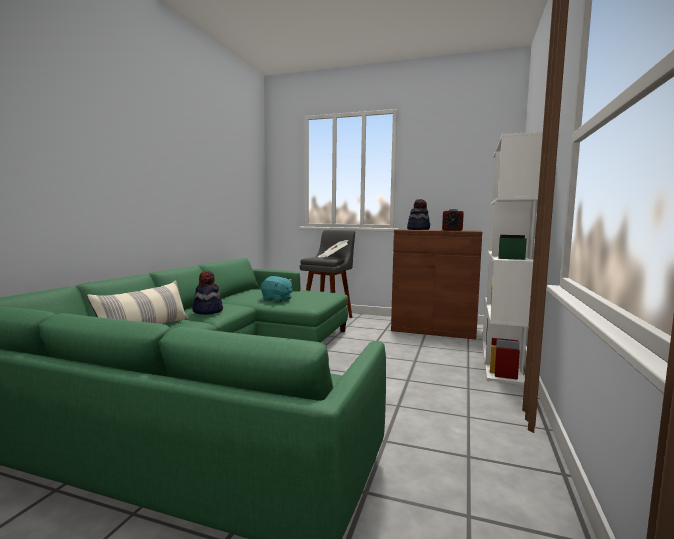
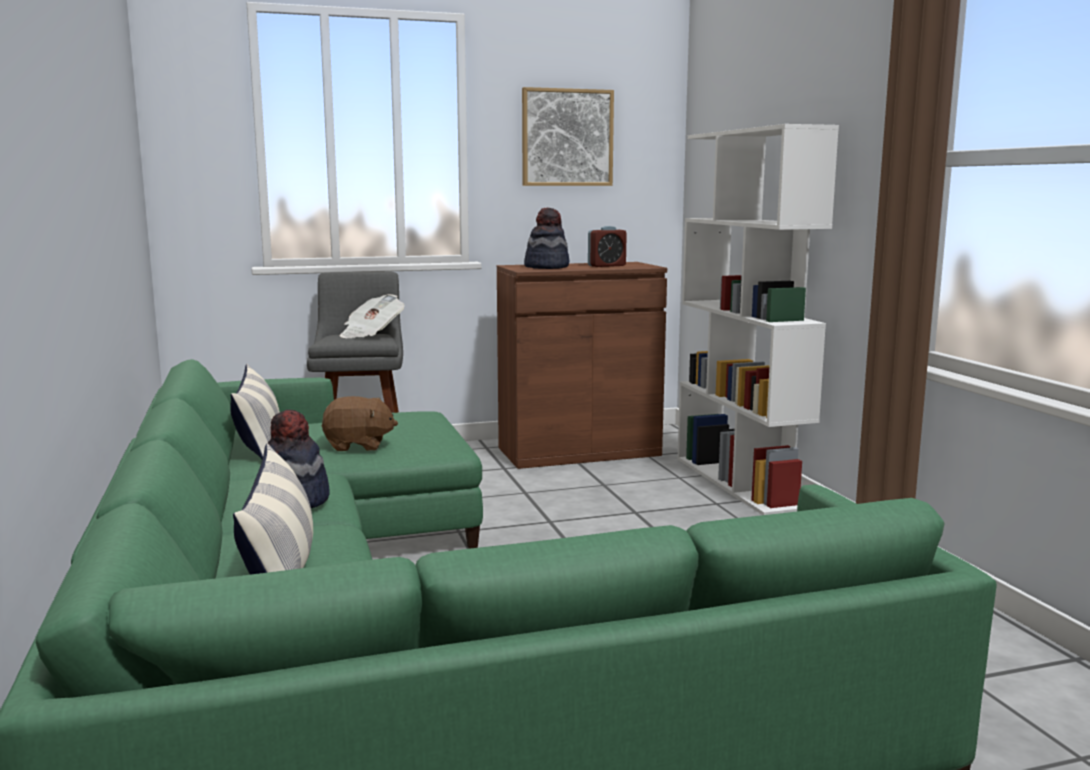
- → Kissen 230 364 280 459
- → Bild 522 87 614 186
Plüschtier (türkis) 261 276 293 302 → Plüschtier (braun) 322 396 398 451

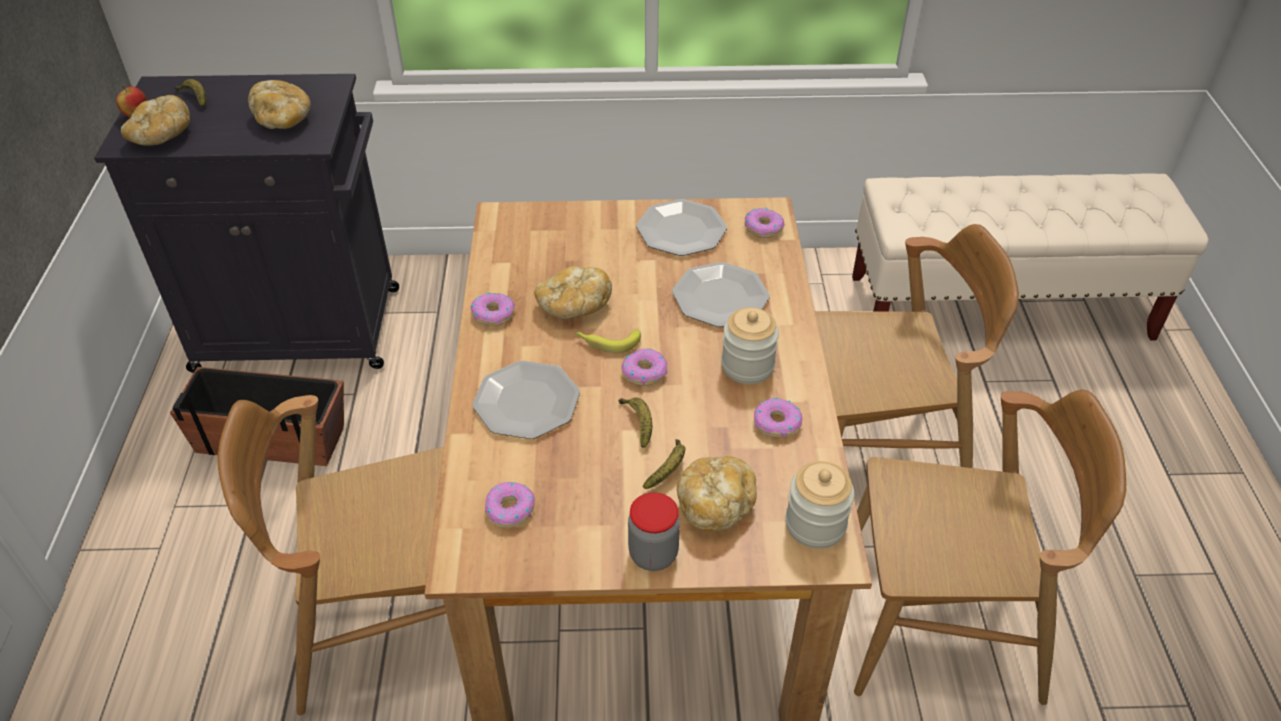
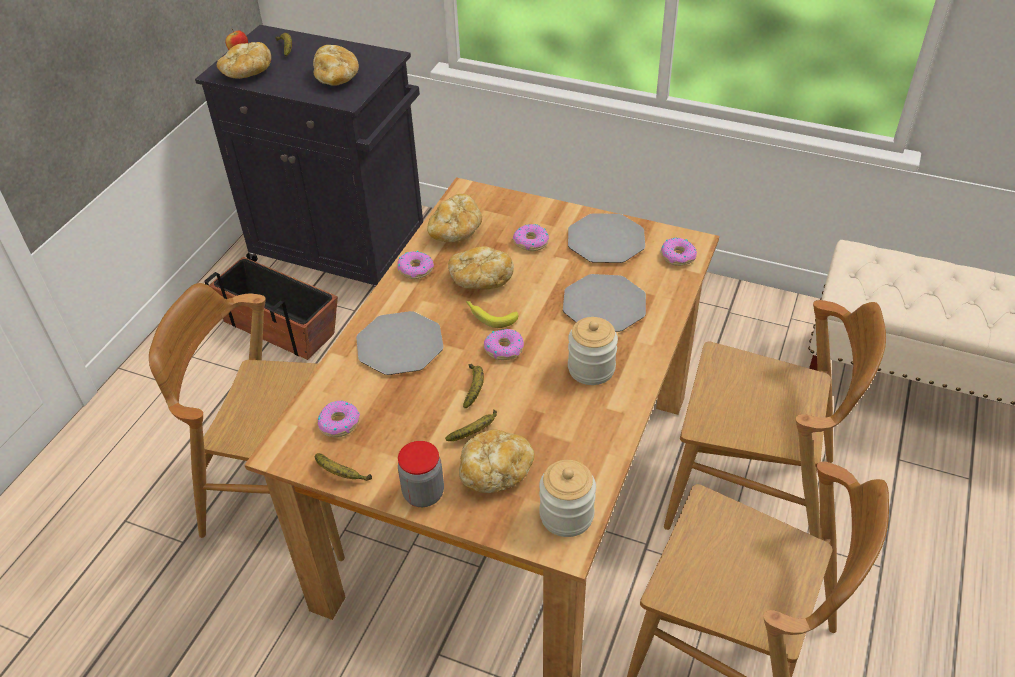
- → Banane 315 453 372 481
- → Brot 427 194 482 243
Donut 754 398 803 438 → Donut 513 224 549 251, relocated

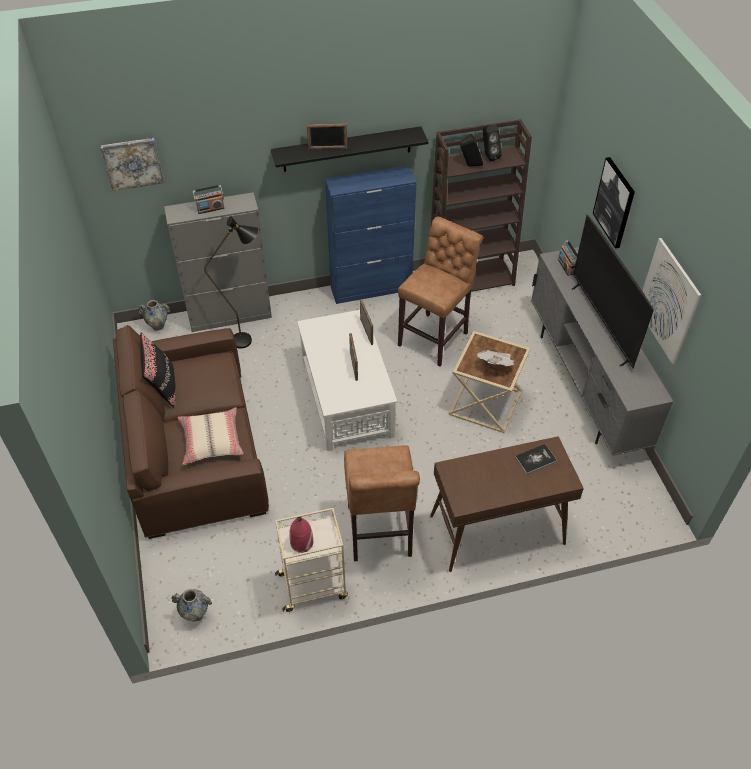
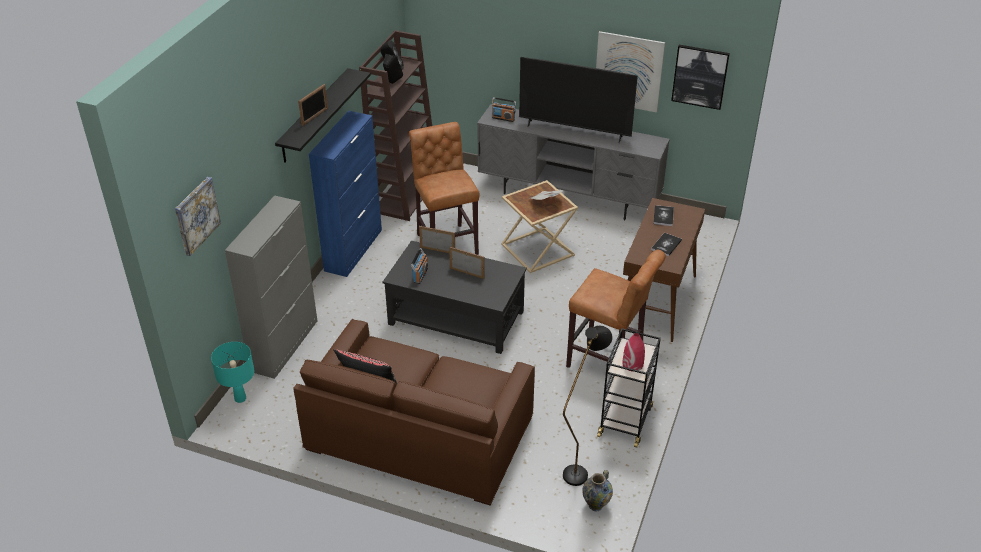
Kissen (beige) 178 407 244 465 → -
- → Buch 651 233 682 256
Radio 193 185 225 214 → Radio 411 248 428 284, relocated
Stehlampe (schwarz) 204 216 259 349 → Stehlampe (schwarz) 563 326 613 486, relocated
Bild 593 157 635 249 → Bild 671 45 730 110, relocated
Vase 138 300 170 331 → Tischlampe (türkis) 211 342 254 403
Rollwagen (beige) 275 508 348 612 → Rollwagen (schwarz) 597 328 661 447
Couchtisch (weiß) 297 310 397 451 → Couchtisch (schwarz) 383 240 527 354

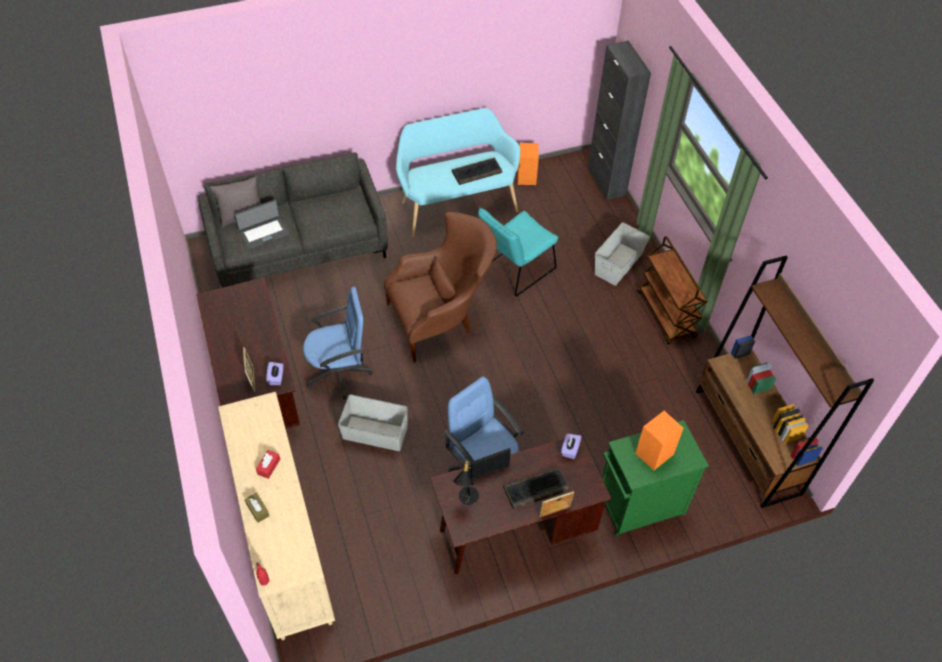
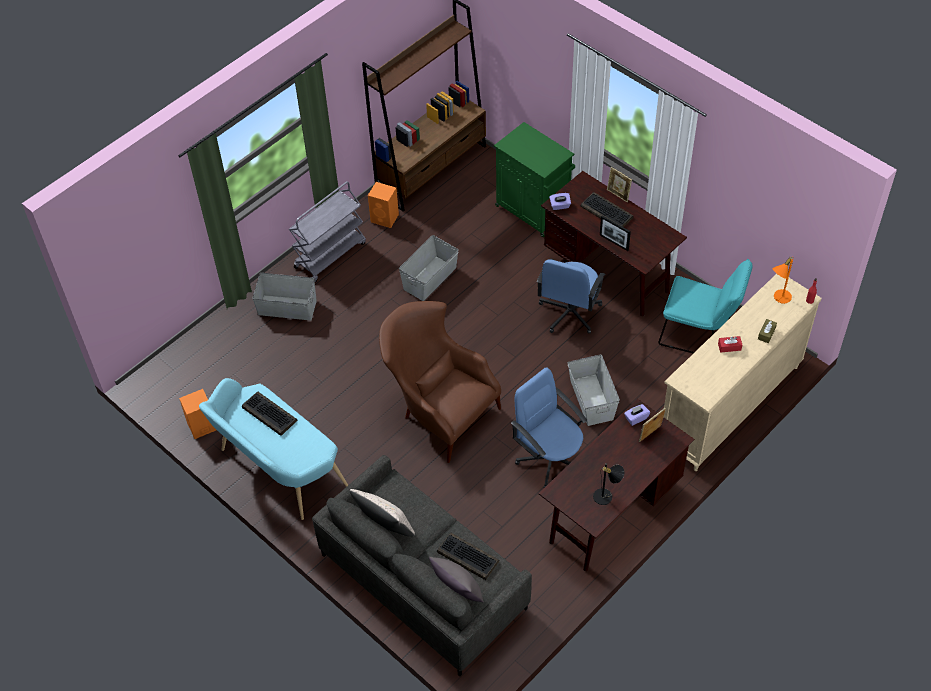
Schrank (schwarz) 588 40 651 200 → -
- → Kissen (beige) 350 489 415 537
- → Aufbewahrungsbox (grau) 399 235 459 301
- → Tischlampe (orange) 772 256 794 304
Tischlampe (schwarz) 453 460 479 505 → Tischlampe (schwarz) 593 463 624 505, relocated
Stuhl (türkis) 478 208 559 296 → Stuhl (türkis) 658 259 753 353, relocated
Lautsprecher (orange) 635 411 684 471 → Lautsprecher (orange) 368 182 399 228, relocated
Laptop 234 199 290 250 → Tastatur 437 532 499 580
Rollwagen (braun) 637 236 707 345 → Rollwagen (grau) 289 181 366 282

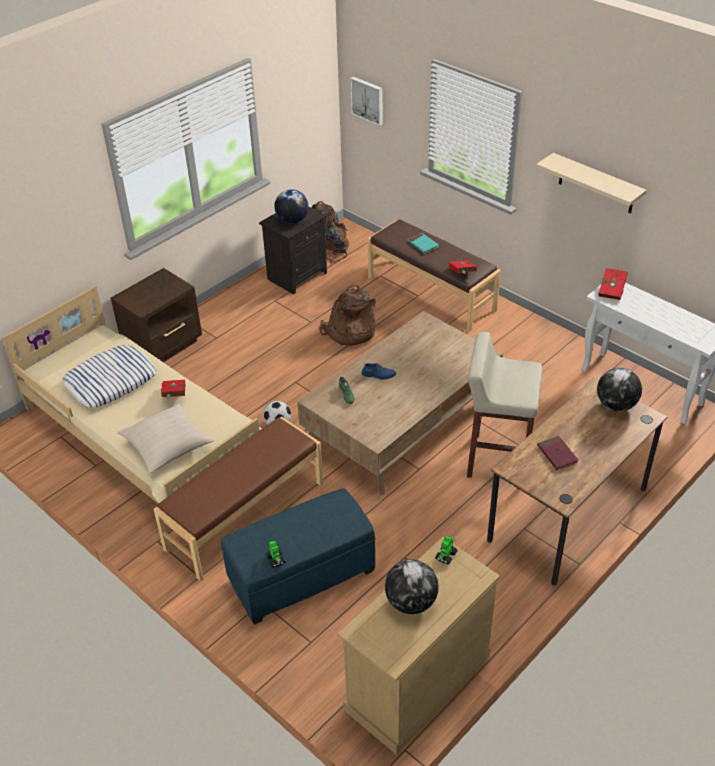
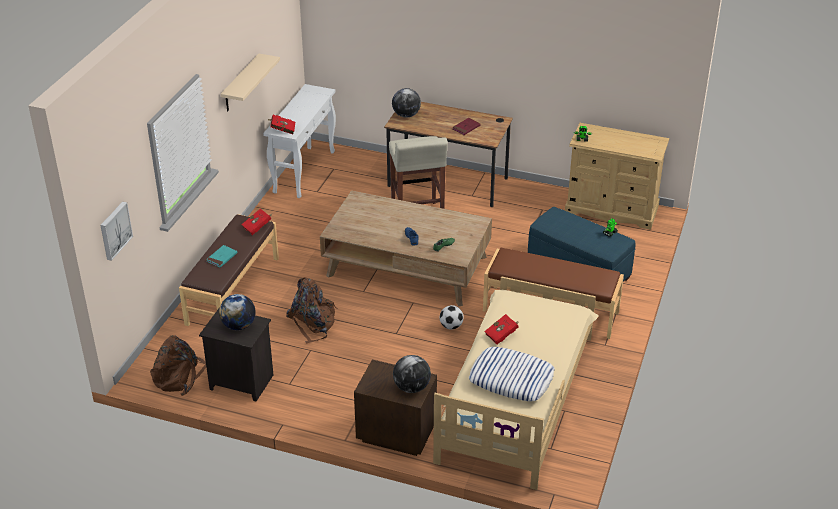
Kissen (beige) 118 403 214 473 → -
Globus 385 559 439 614 → Globus 393 355 431 393, relocated

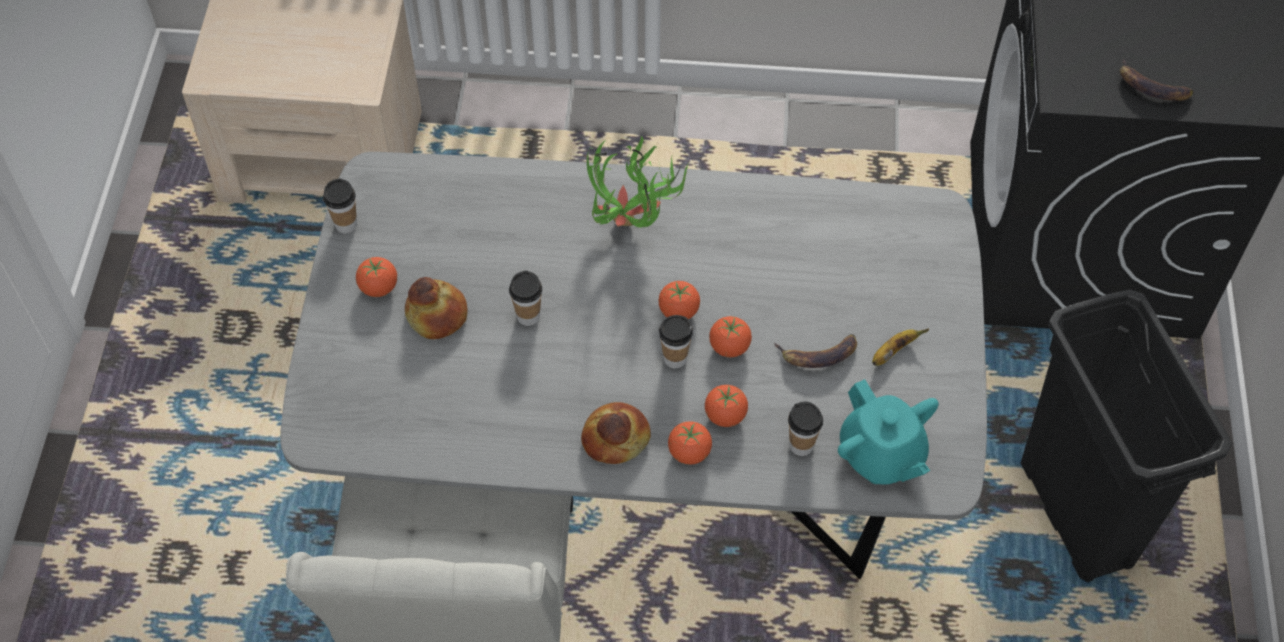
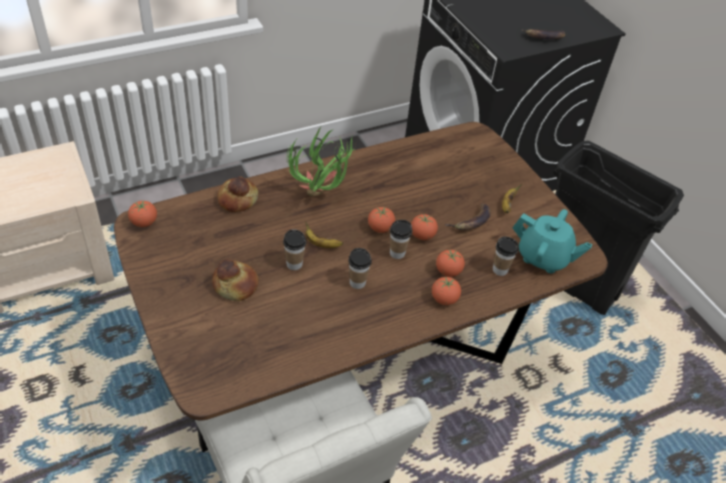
- → Banane 305 221 343 248
Tasse 323 178 357 233 → Tasse 348 248 372 289, relocated
Tomate 356 257 397 297 → Tomate 128 201 157 227, relocated
Brot 581 402 651 464 → Brot 217 177 258 212, relocated
Esstisch (grau) 280 152 987 579 → Esstisch (braun) 114 122 608 421

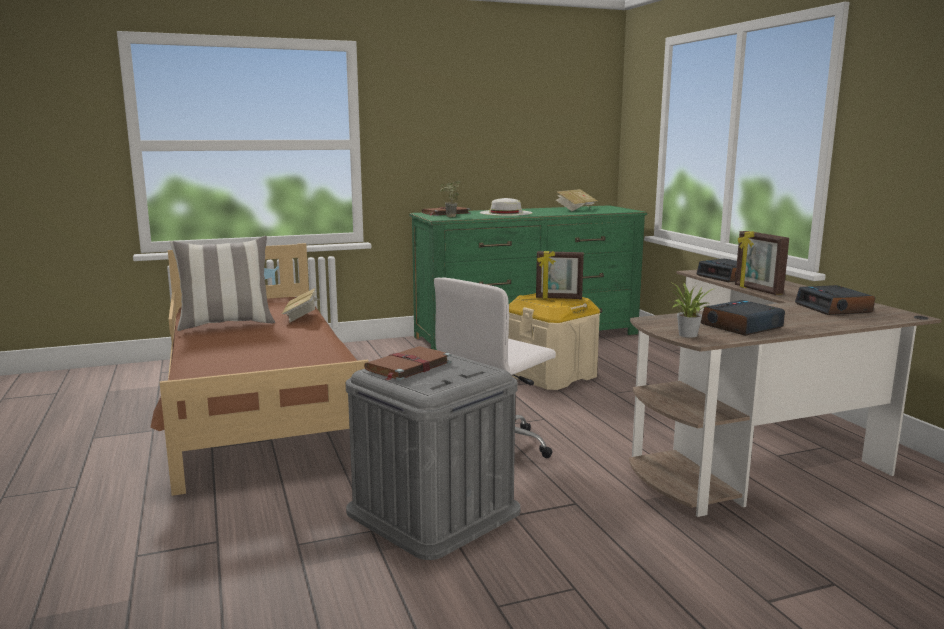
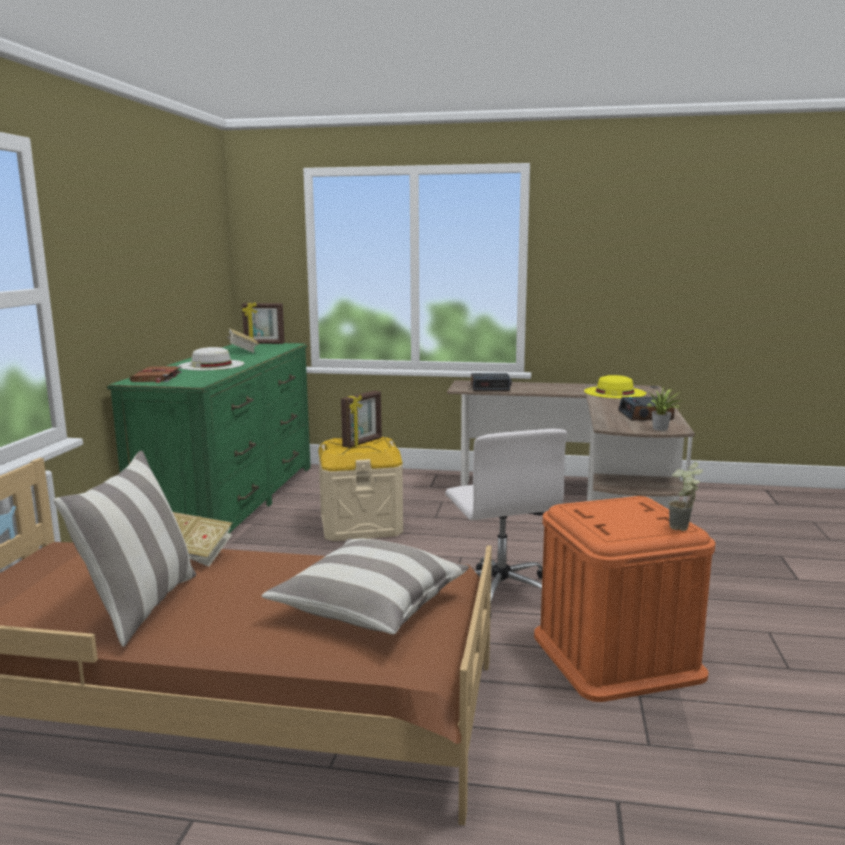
Buch (braun) 364 346 451 381 → -
- → Kissen 261 539 469 635
Topfpflanze 439 180 460 217 → Topfpflanze 668 462 703 531, relocated
Bilderrahmen 735 231 789 295 → Bilderrahmen 242 302 285 344, relocated
Wecker 795 285 875 315 → Hut (gelb) 584 375 646 398
Aufbewahrungsbox (grau) 346 351 520 560 → Aufbewahrungsbox (orange) 534 496 715 702

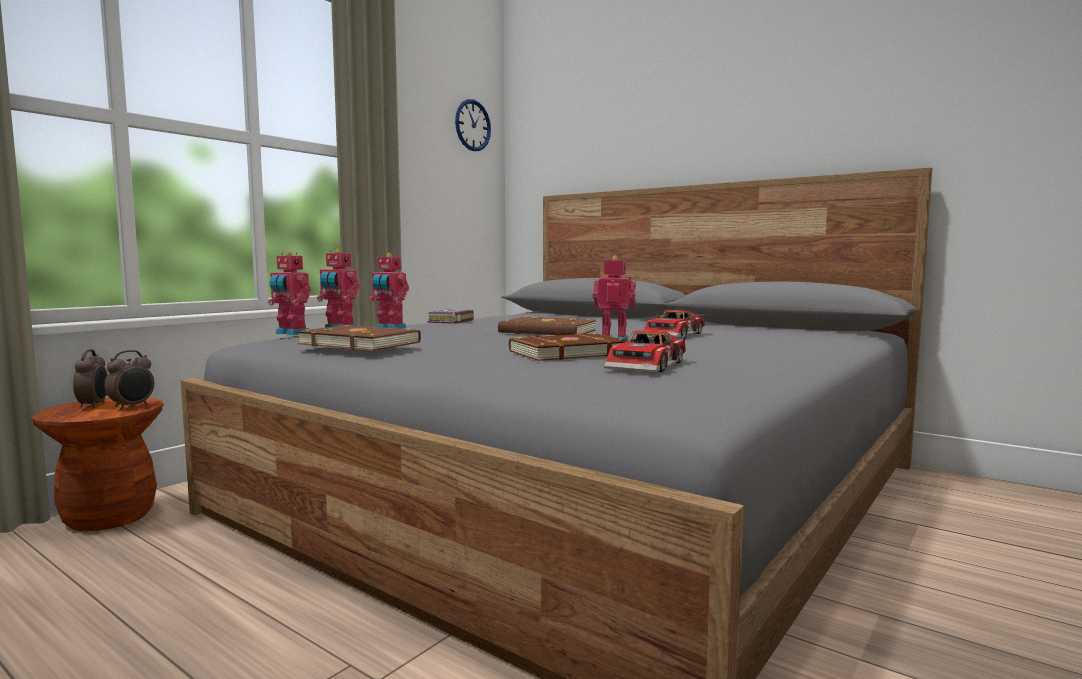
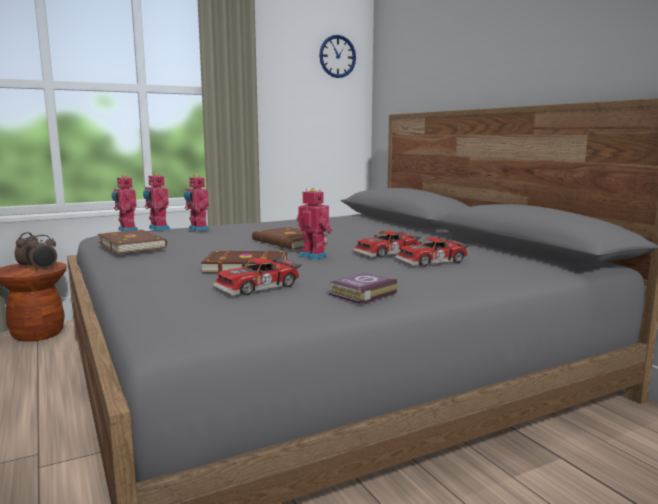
- → Spielzeugauto 395 238 470 266
Buch 427 309 474 324 → Buch 329 273 398 304, relocated

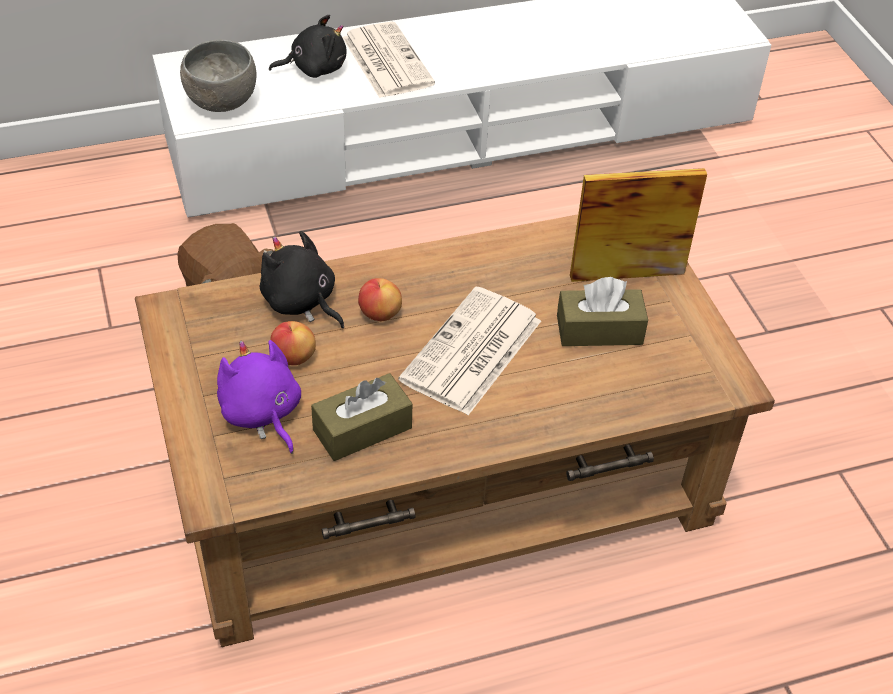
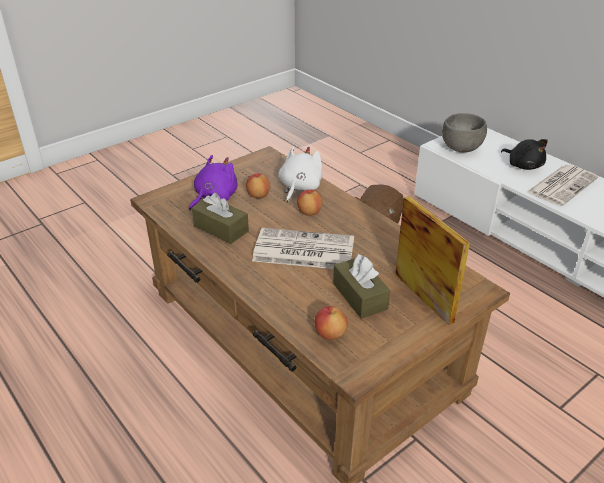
- → Apfel 315 306 348 340
Plüschtier (schwarz) 260 231 344 328 → Plüschtier (weiß) 278 146 322 202

